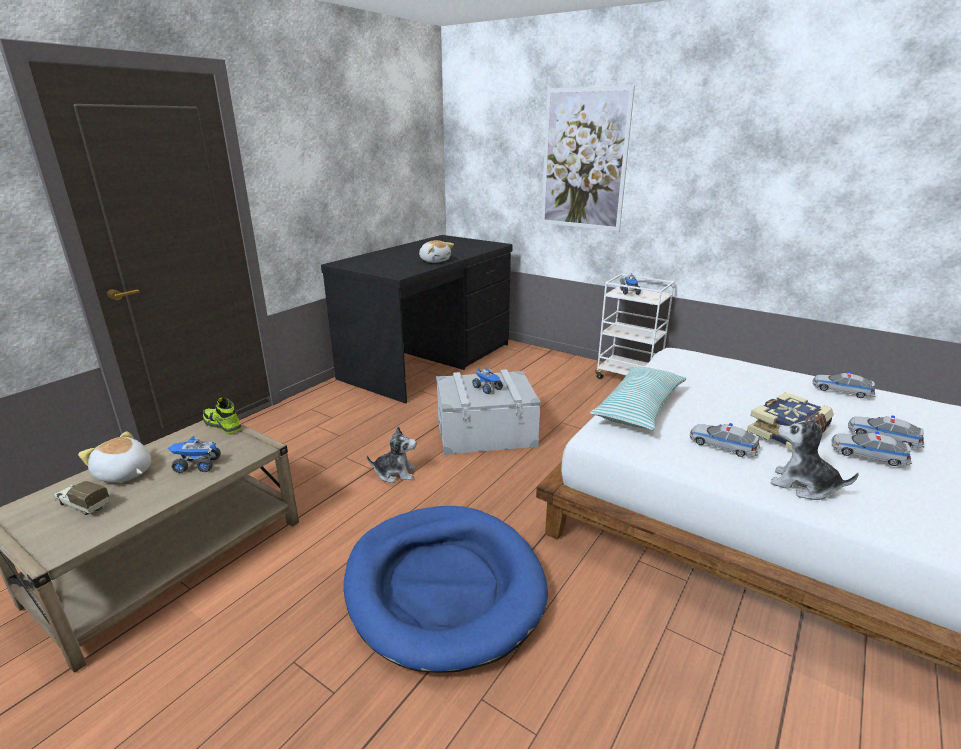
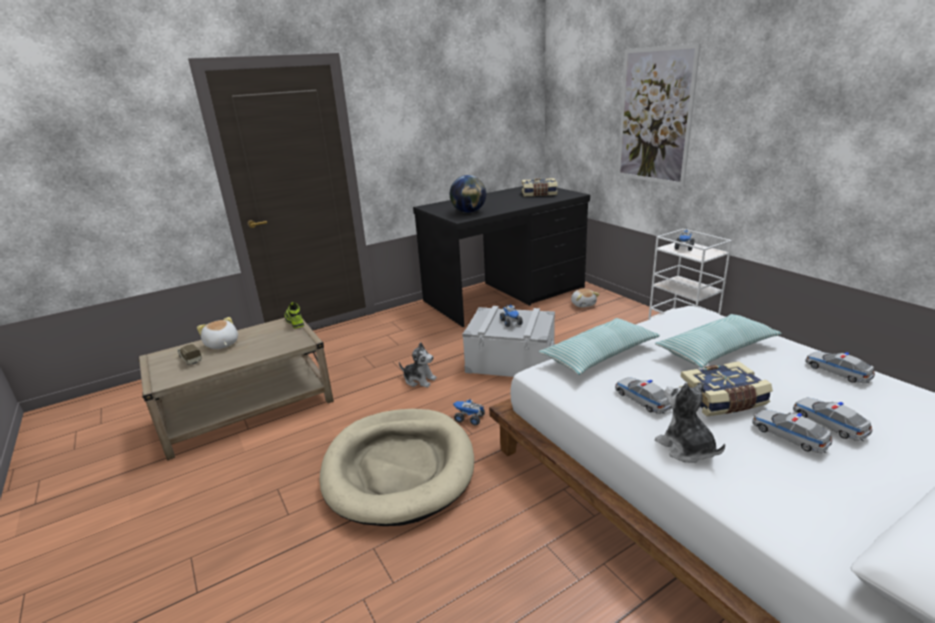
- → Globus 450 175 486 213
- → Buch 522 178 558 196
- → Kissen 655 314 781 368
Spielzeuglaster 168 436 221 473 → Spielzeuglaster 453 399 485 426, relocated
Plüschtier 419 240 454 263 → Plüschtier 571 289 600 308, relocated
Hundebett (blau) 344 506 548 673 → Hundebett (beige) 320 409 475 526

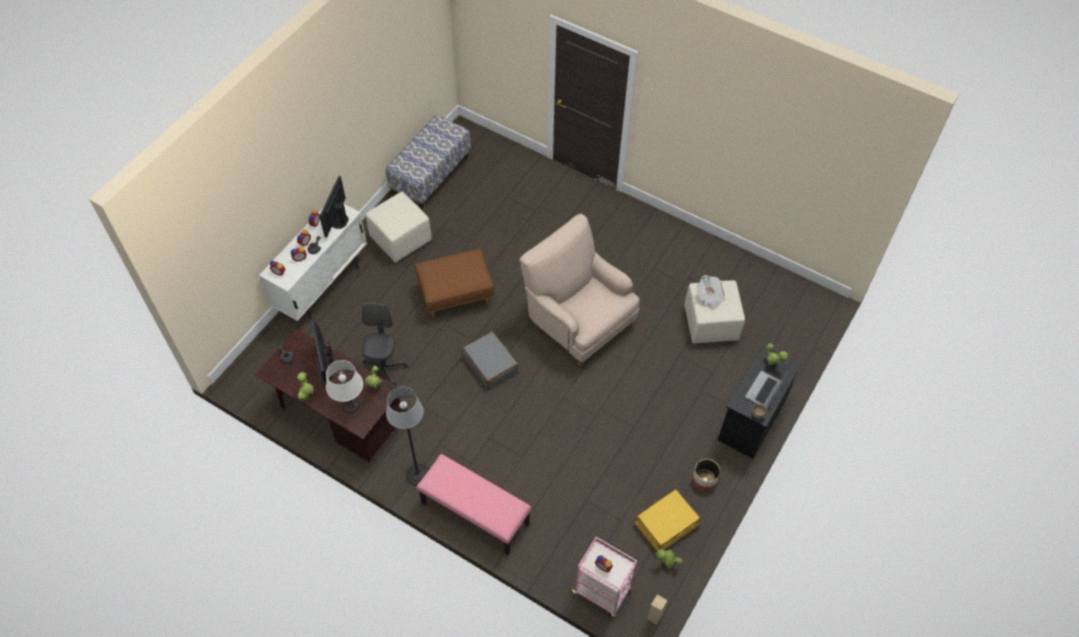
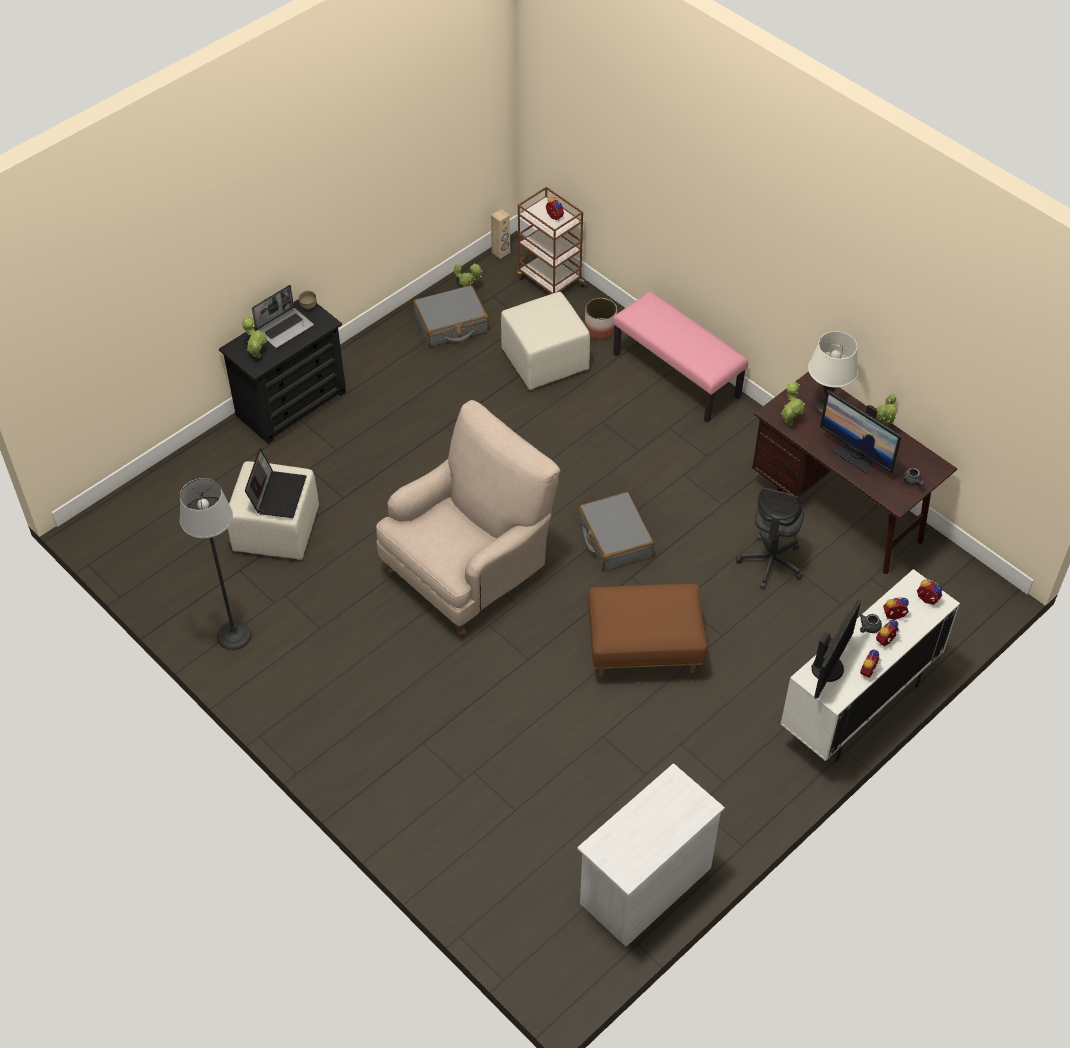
Polsterhocker (beige) 366 192 432 262 → Polsterhocker (beige) 501 292 590 390, relocated
Stehlampe 386 387 429 486 → Stehlampe 180 478 252 650, relocated
Pflanzkübel 692 459 721 491 → Pflanzkübel 584 298 617 339, relocated
Bank 386 115 471 210 → Kommode (weiß) 577 763 725 947
Zeitung 697 275 725 310 → Laptop 245 448 307 518
Rollwagen (rosa) 569 537 637 618 → Rollwagen (braun) 517 187 587 294
Koffer (gelb) 634 489 701 551 → Koffer (grau) 413 285 489 347
Monitor 310 318 334 385 → Monitor 820 390 902 474, 135 degrees clockwise
Sessel (beige) 519 214 640 366 → Sessel (beige) 376 400 560 635, 105 degrees counterclockwise

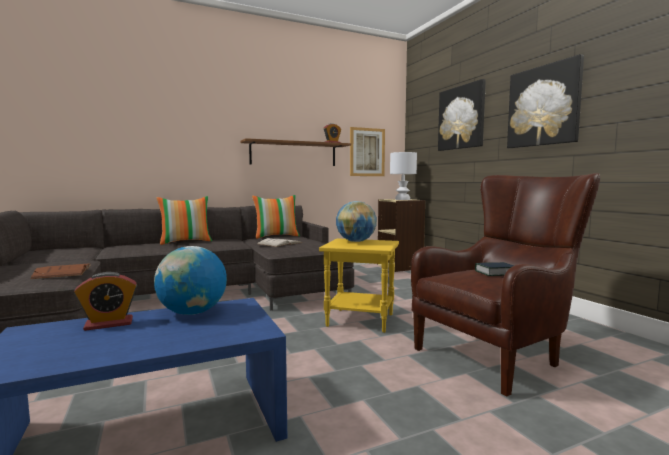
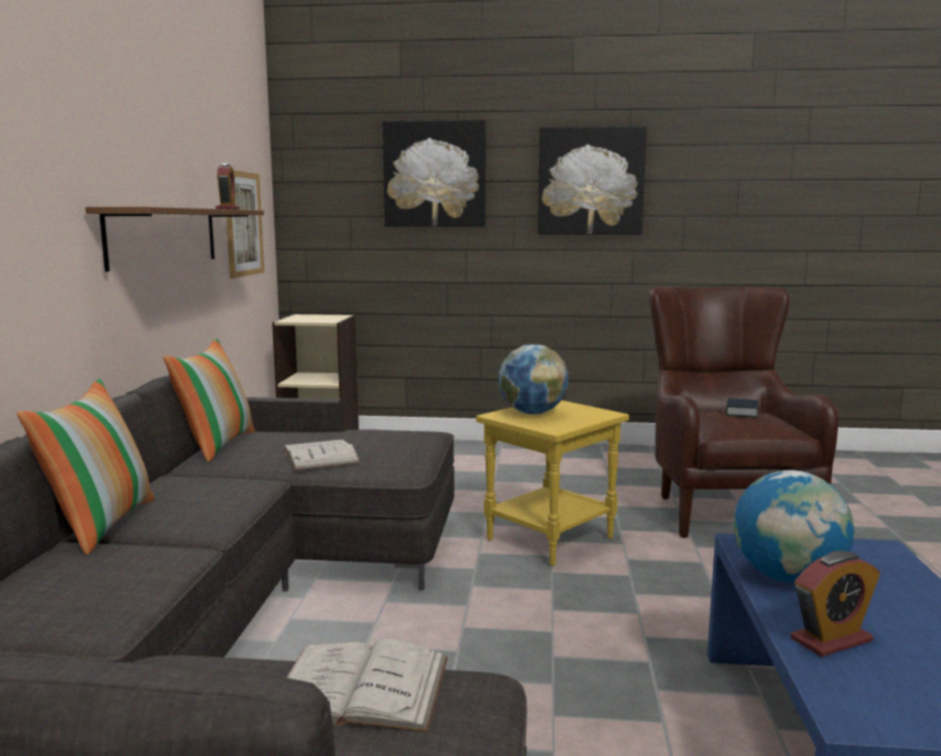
Tischlampe (weiß) 390 152 417 200 → -
Buch (braun) 30 263 91 279 → Buch (weiß) 286 638 448 732
Wecker 74 272 137 331 → Wecker 791 551 880 657, 60 degrees clockwise

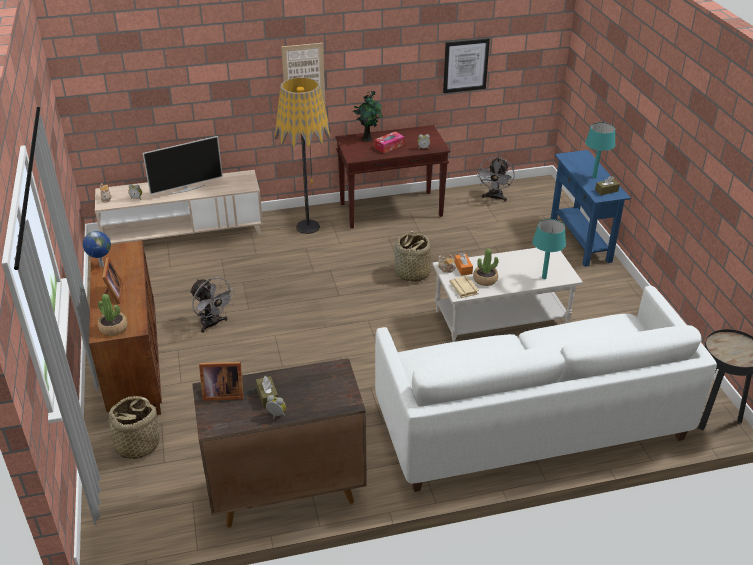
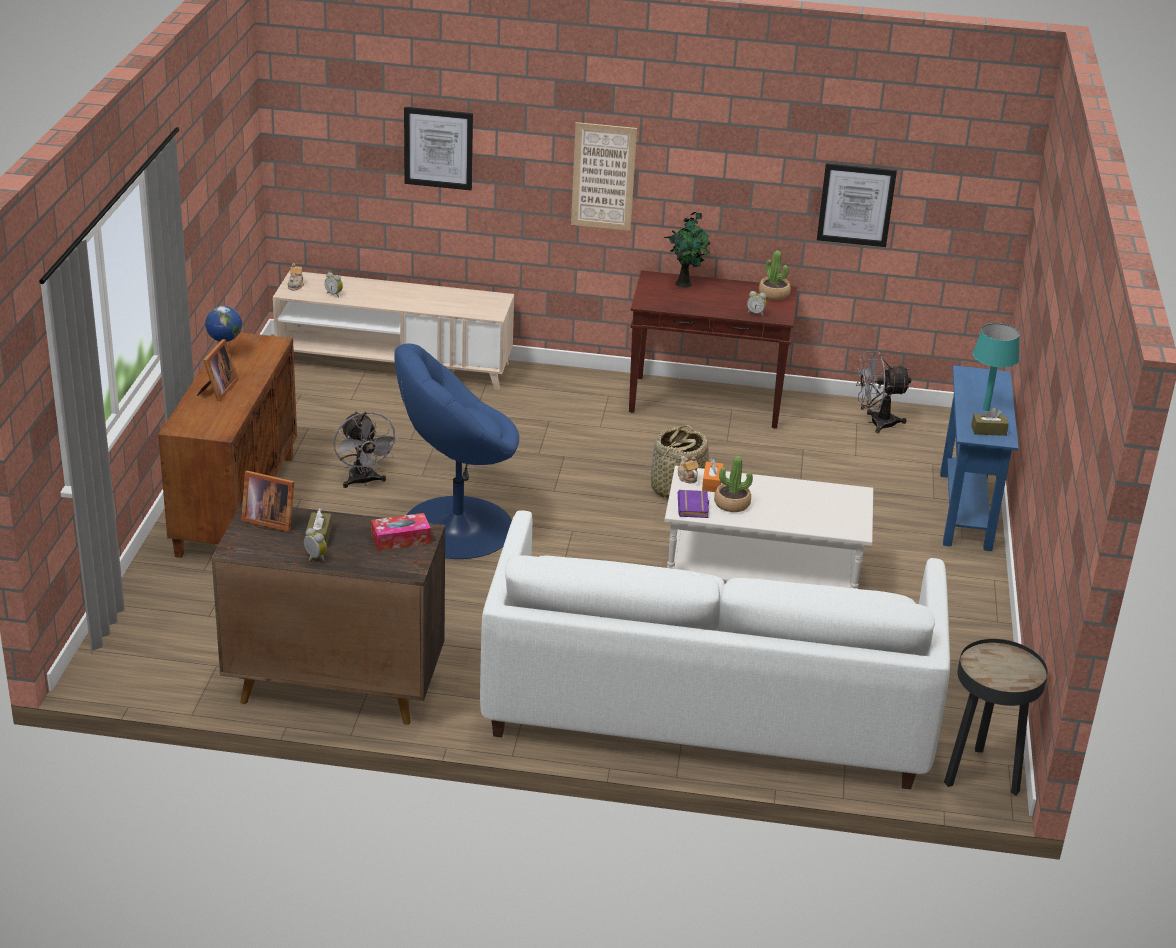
Korb 101 396 164 459 → -
Fernseher 143 136 223 195 → -
Stehlampe 275 77 331 234 → -
Tischlampe (türkis) 532 219 566 279 → -
- → Sessel (blau) 395 344 519 559
- → Bild 404 107 473 190
Topfpflanze 98 294 127 336 → Topfpflanze 759 251 791 300, relocated
Taschentuchbox 374 131 405 153 → Taschentuchbox 371 513 431 551, relocated
Buch (beige) 449 276 479 298 → Buch (lila) 678 490 709 518
Ventilator (grau) 477 157 514 202 → Ventilator (grau) 856 351 911 433, 45 degrees clockwise

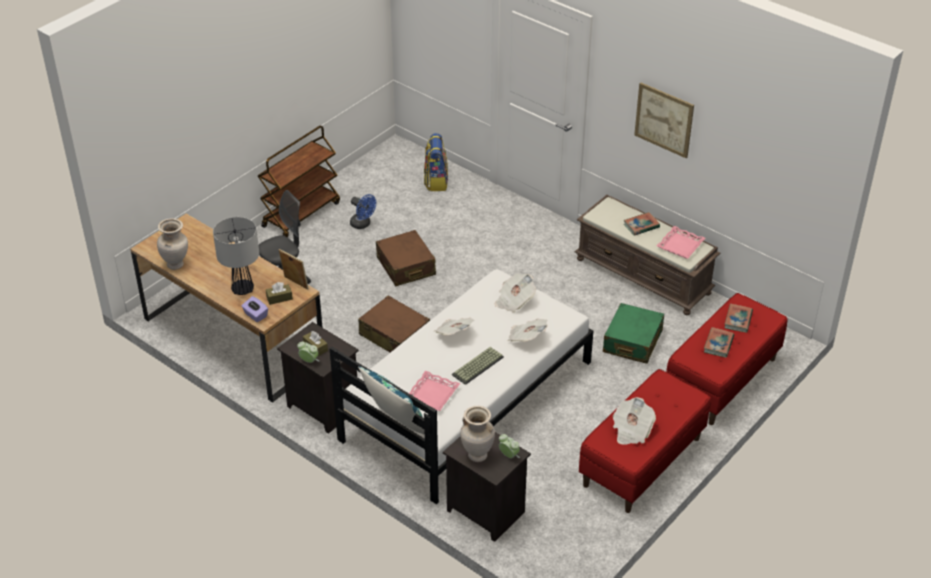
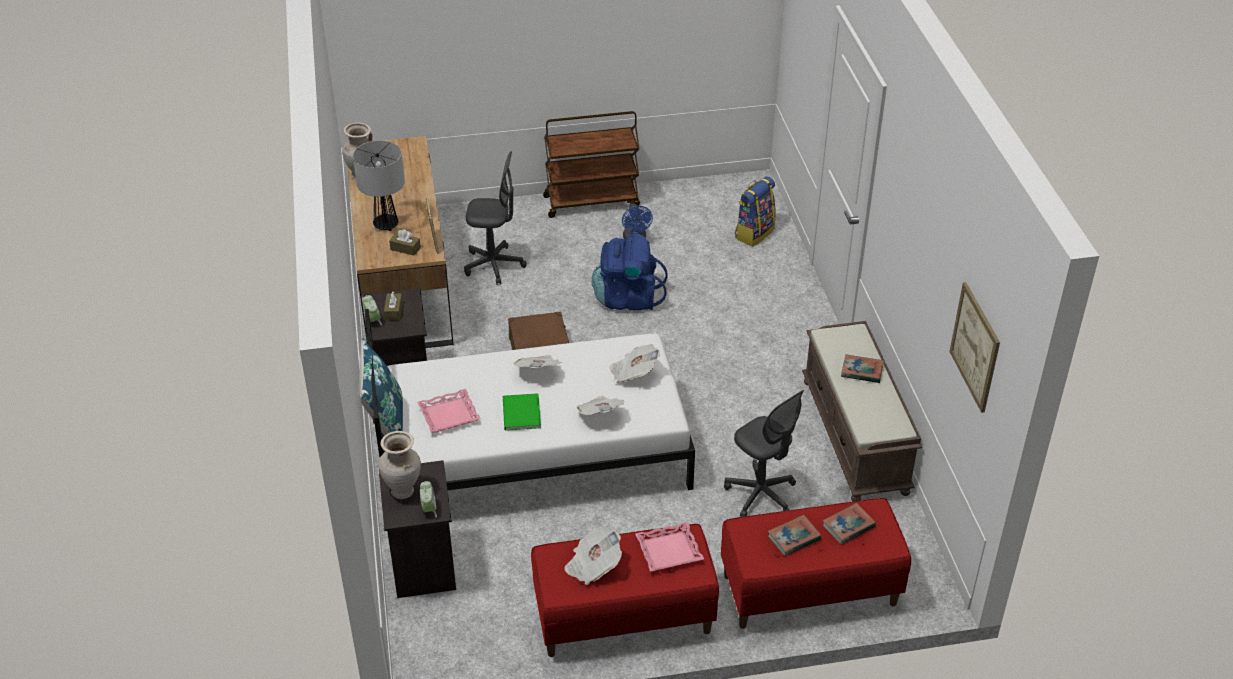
Taschentuchbox (lila) 241 296 268 322 → -
Bild 634 82 694 158 → Bild 949 282 1000 413, relocated
Tablett (rosa) 657 226 705 259 → Tablett (rosa) 635 522 704 572, relocated
Koffer (braun) 376 230 436 286 → Rucksack (blau) 591 233 668 310
Tastatur 452 347 504 385 → Buch (grün) 503 393 541 431
Koffer (grün) 603 303 664 364 → Bürostuhl (grau) 724 390 804 517

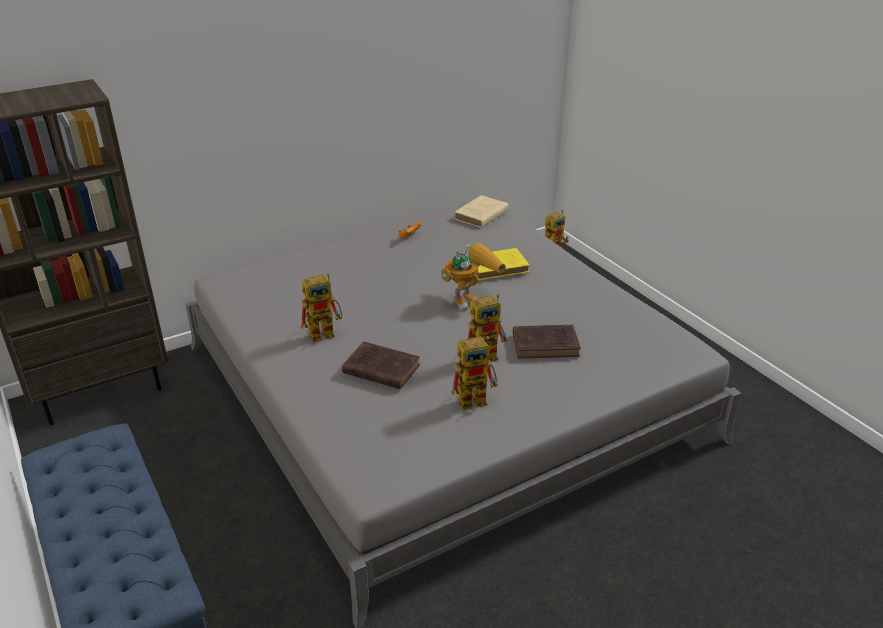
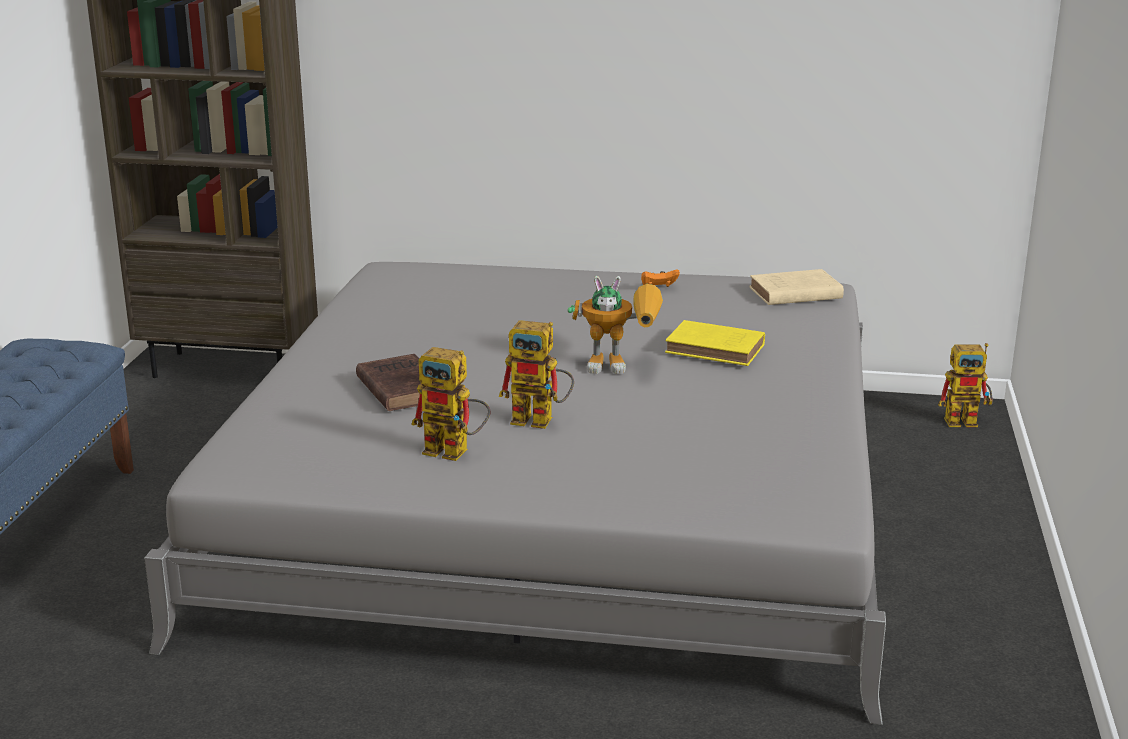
Spielzeugroboter 301 273 342 343 → -
Buch (braun) 513 325 581 359 → -

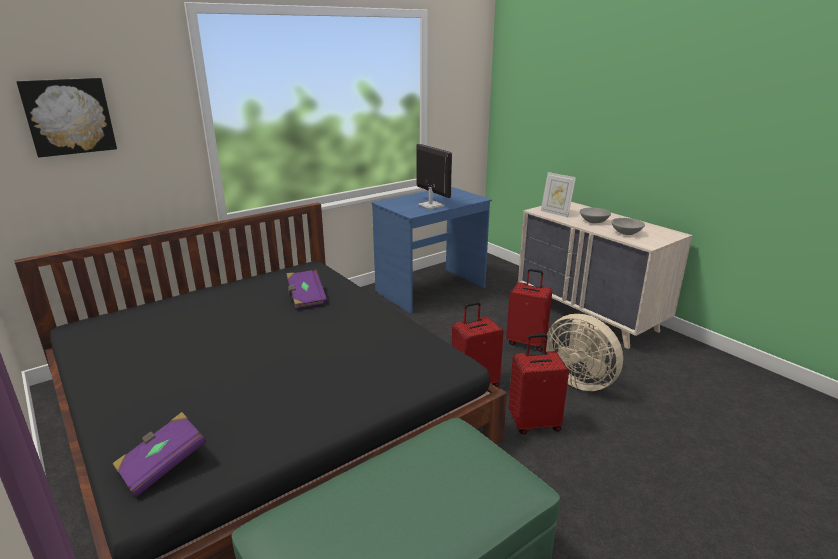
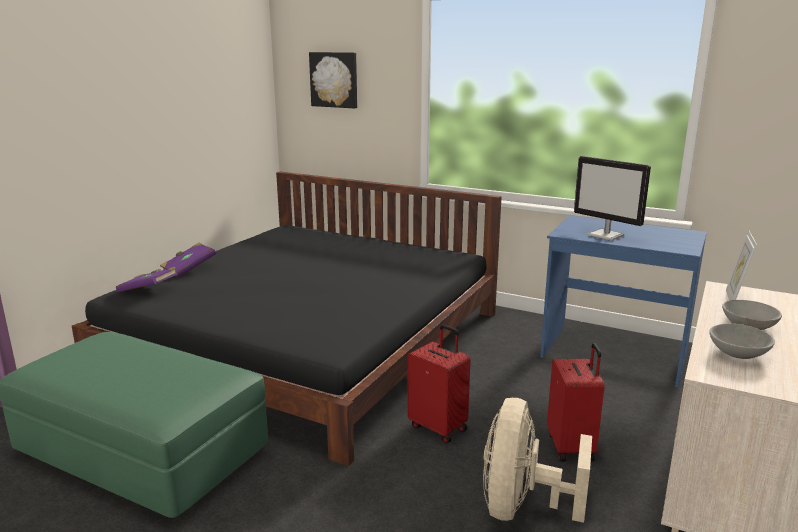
Koffer (rot) 509 334 569 435 → -
Buch (lila) 287 270 328 309 → Buch (lila) 160 242 216 278, relocated
Monitor 416 144 452 209 → Monitor 574 156 651 241, 105 degrees clockwise

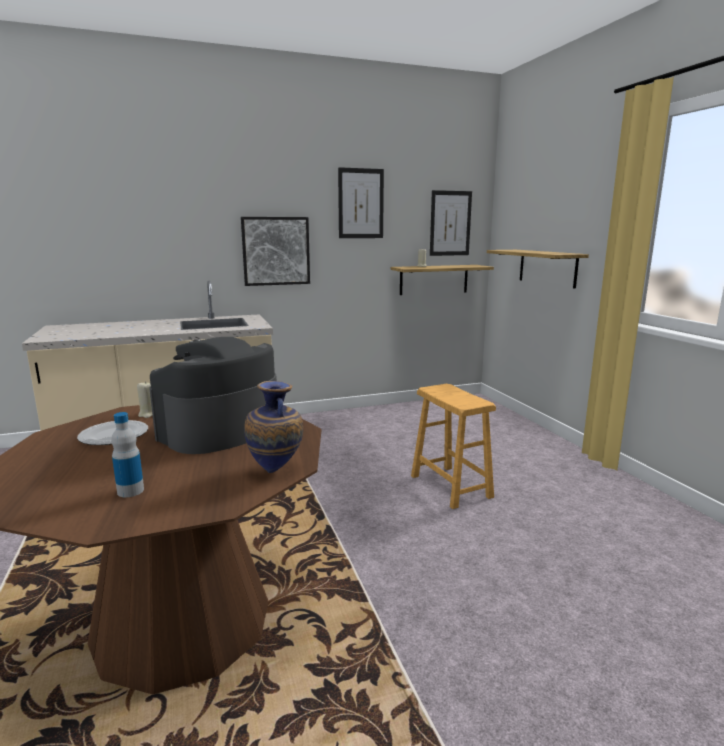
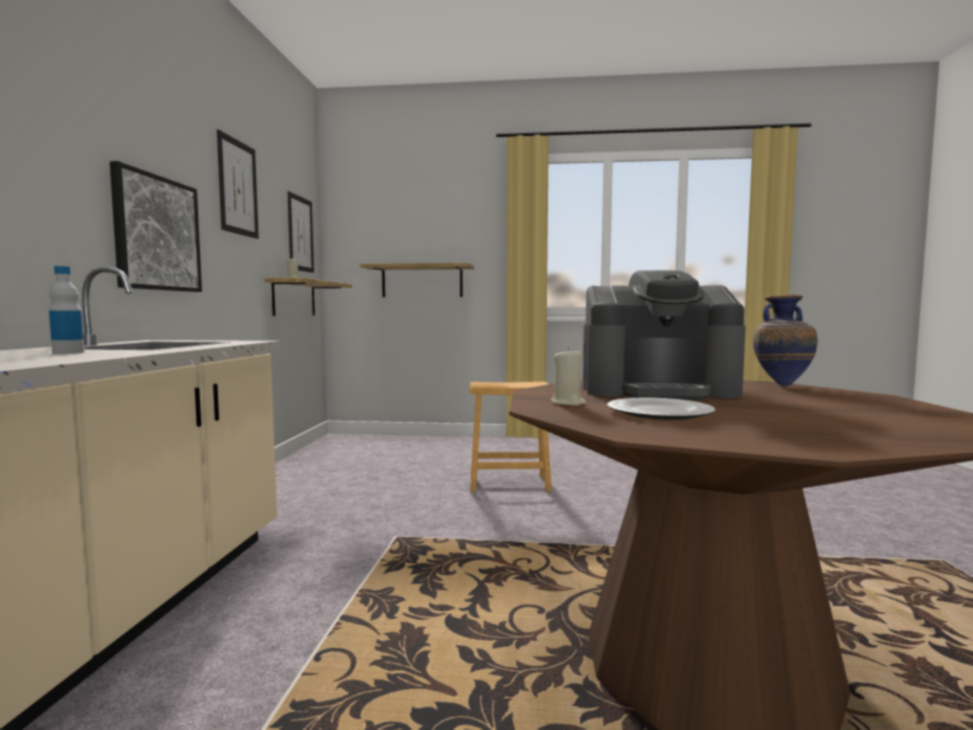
Flasche 111 412 144 497 → Flasche 49 266 85 354, relocated
Kaffeemaschine 149 337 277 454 → Kaffeemaschine 582 270 746 400, 60 degrees counterclockwise

